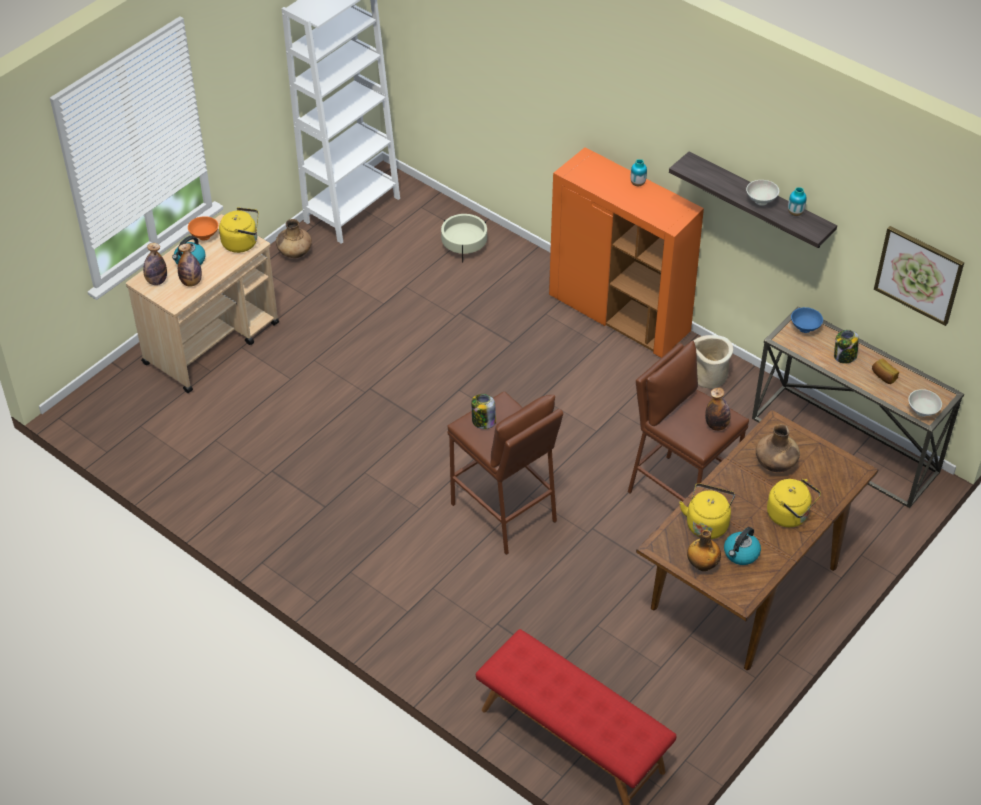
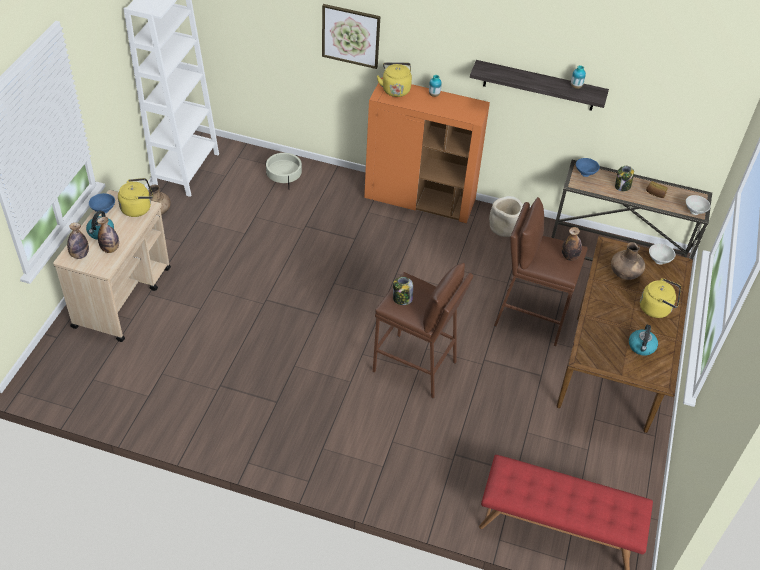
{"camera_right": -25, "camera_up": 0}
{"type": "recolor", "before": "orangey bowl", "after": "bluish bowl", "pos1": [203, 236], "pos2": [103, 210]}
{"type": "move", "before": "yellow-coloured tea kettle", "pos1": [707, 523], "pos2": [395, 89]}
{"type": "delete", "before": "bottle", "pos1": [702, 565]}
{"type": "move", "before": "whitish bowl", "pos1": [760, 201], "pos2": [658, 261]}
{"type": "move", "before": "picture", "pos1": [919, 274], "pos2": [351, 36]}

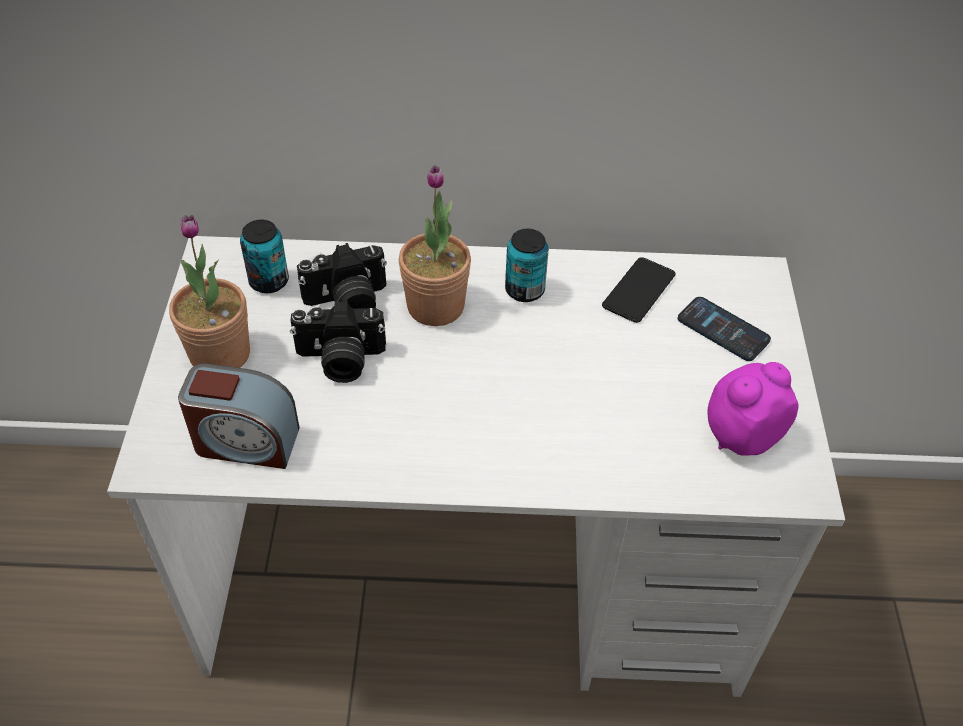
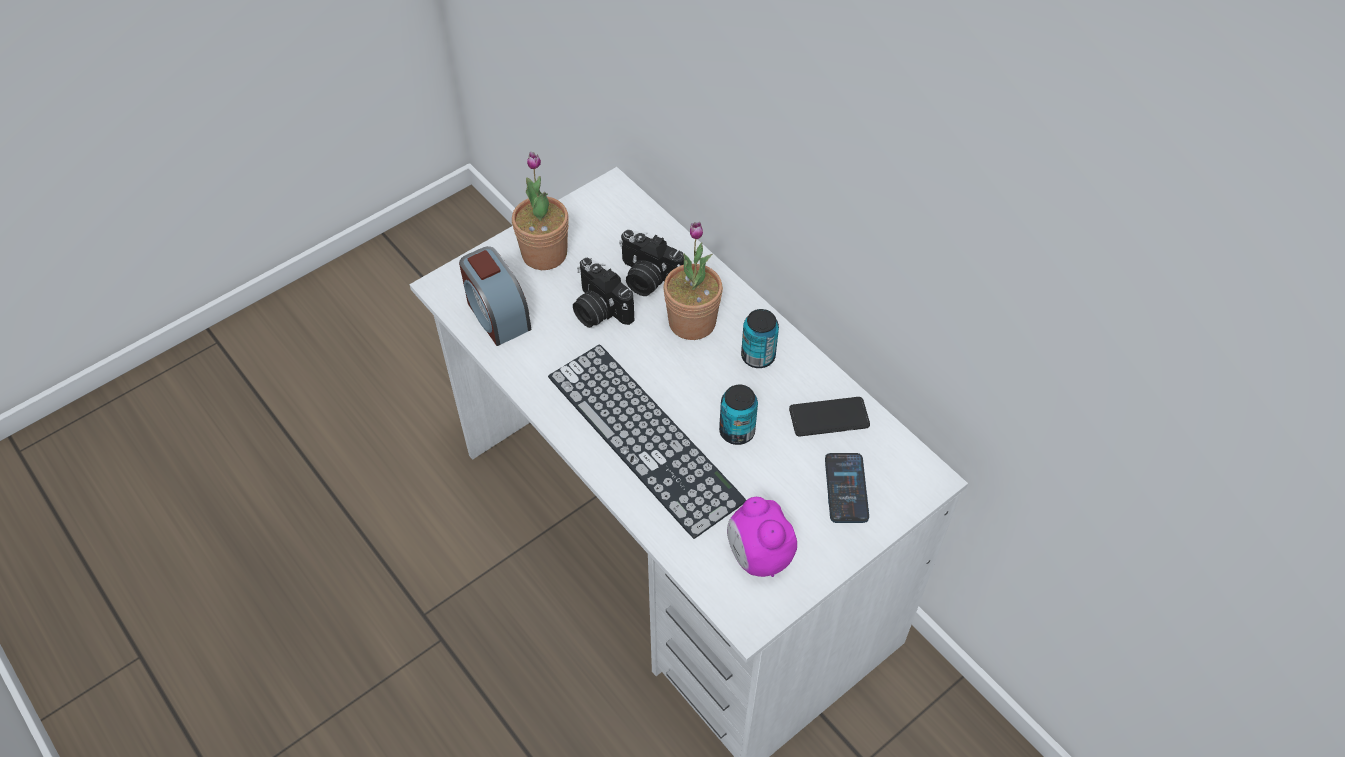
{"camera_right": 50, "camera_up": 5}
{"type": "move", "before": "metal can", "pos1": [269, 281], "pos2": [737, 431]}
{"type": "rotate", "before": "alarm clock", "pos1": [741, 436], "pos2": [758, 556], "turn": -135}
{"type": "insert", "after": "keyboard", "pos2": [644, 437]}

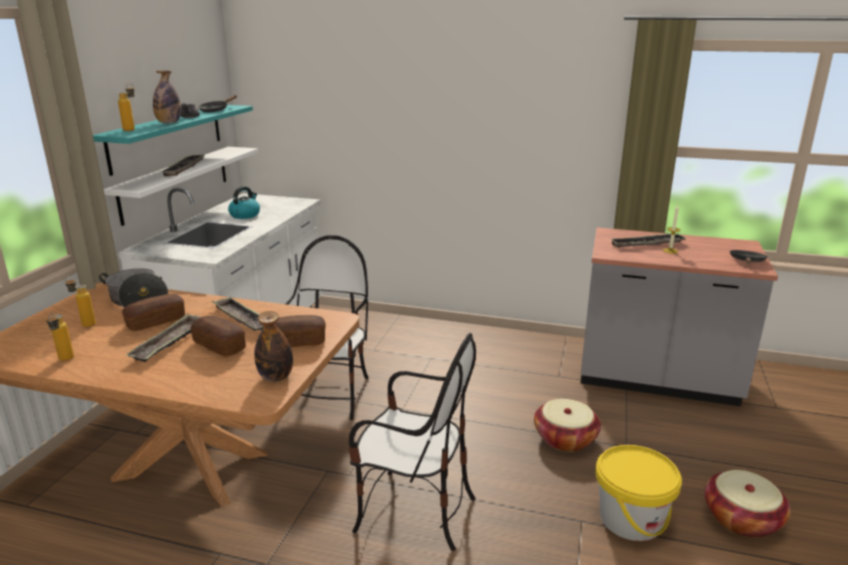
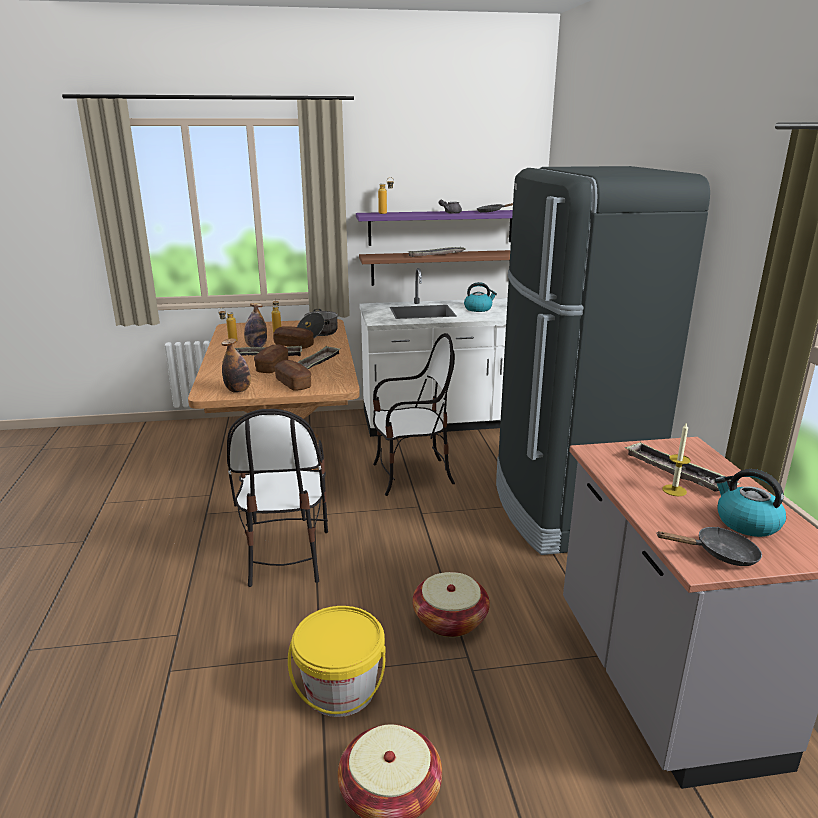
{"camera_right": 65, "camera_up": 0}
{"type": "recolor", "before": "blue-green shelf", "after": "purplish shelf", "pos1": [167, 137], "pos2": [441, 227]}
{"type": "recolor", "before": "whitish shelf", "after": "brown-coloured shelf", "pos1": [176, 183], "pos2": [442, 267]}
{"type": "move", "before": "bottle", "pos1": [169, 123], "pos2": [256, 347]}
{"type": "insert", "after": "black refrigerator", "pos2": [565, 510]}
{"type": "insert", "after": "tea kettle", "pos2": [746, 523]}

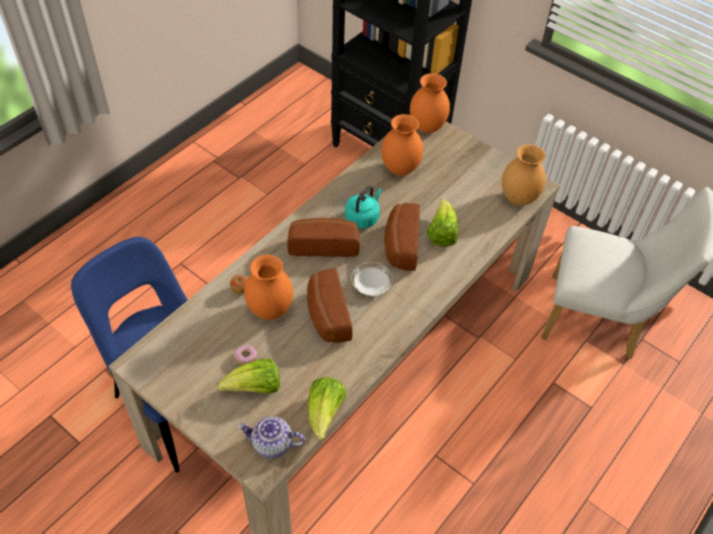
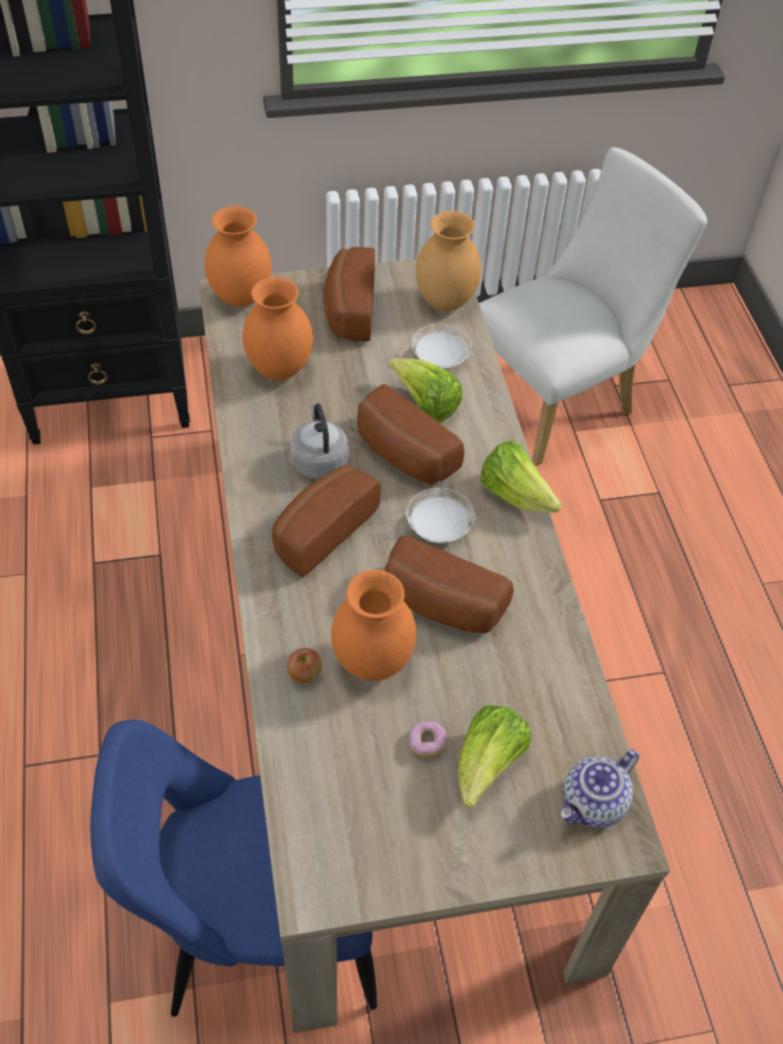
{"camera_right": -50, "camera_up": 0}
{"type": "move", "before": "lettuce head", "pos1": [324, 413], "pos2": [515, 495]}
{"type": "recolor", "before": "blue-green tea kettle", "after": "gray tea kettle", "pos1": [363, 217], "pos2": [319, 460]}
{"type": "insert", "after": "bakery bread", "pos2": [348, 309]}
{"type": "insert", "after": "whitish flat dish", "pos2": [440, 359]}

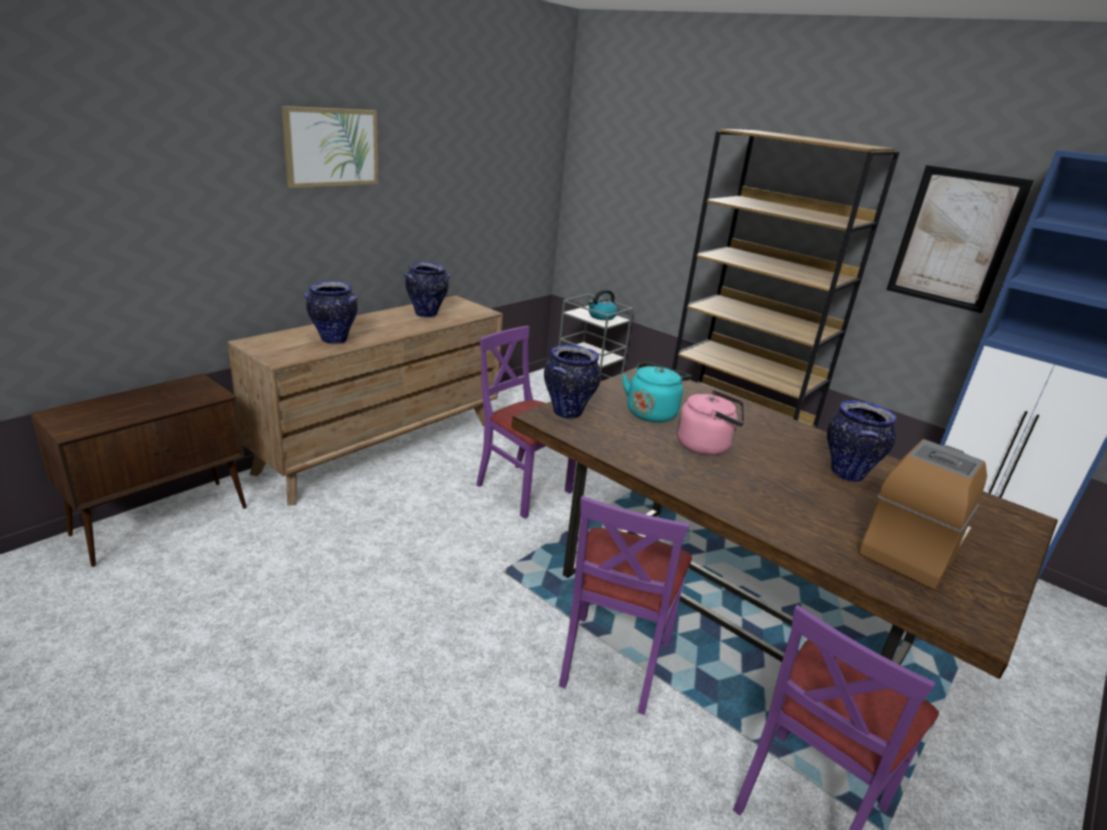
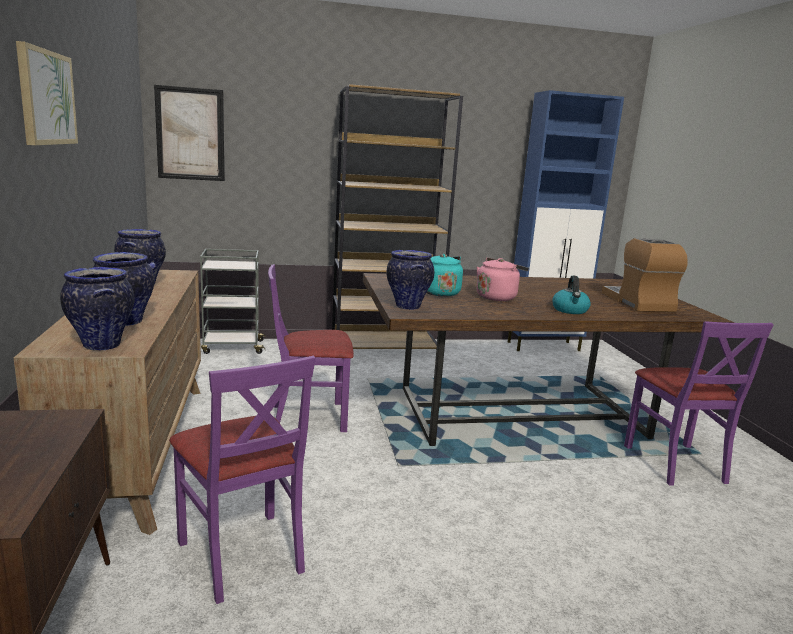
{"camera_right": -50, "camera_up": -10}
{"type": "move", "before": "purplish chair", "pos1": [613, 661], "pos2": [242, 554]}
{"type": "move", "before": "tea kettle", "pos1": [601, 316], "pos2": [570, 310]}
{"type": "move", "before": "flower vase", "pos1": [846, 473], "pos2": [101, 345]}
{"type": "move", "before": "picture", "pos1": [954, 239], "pos2": [190, 134]}

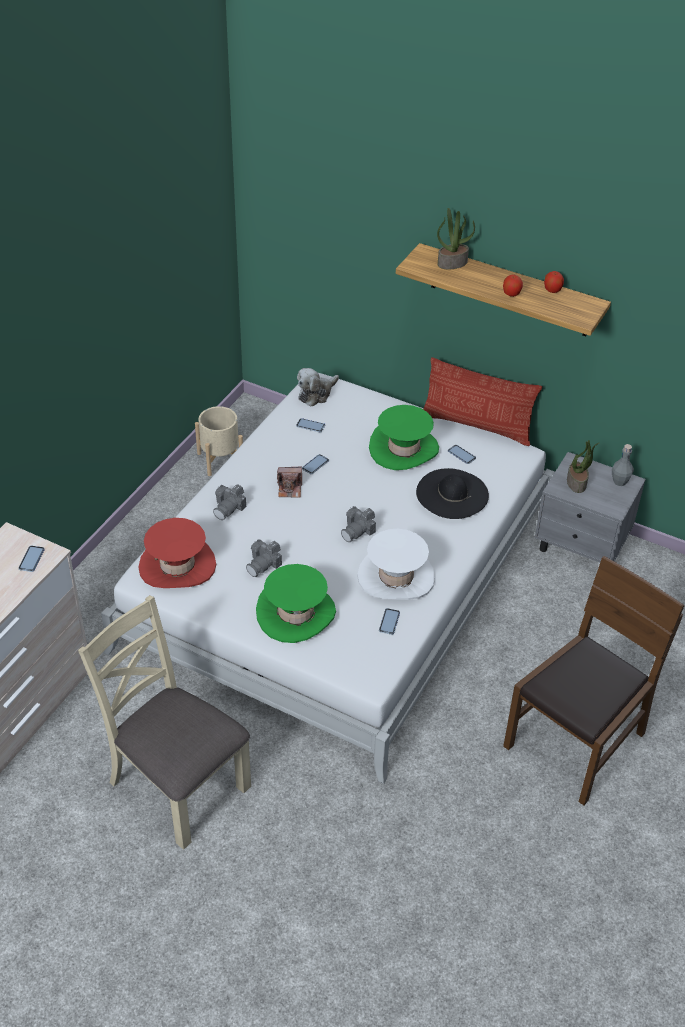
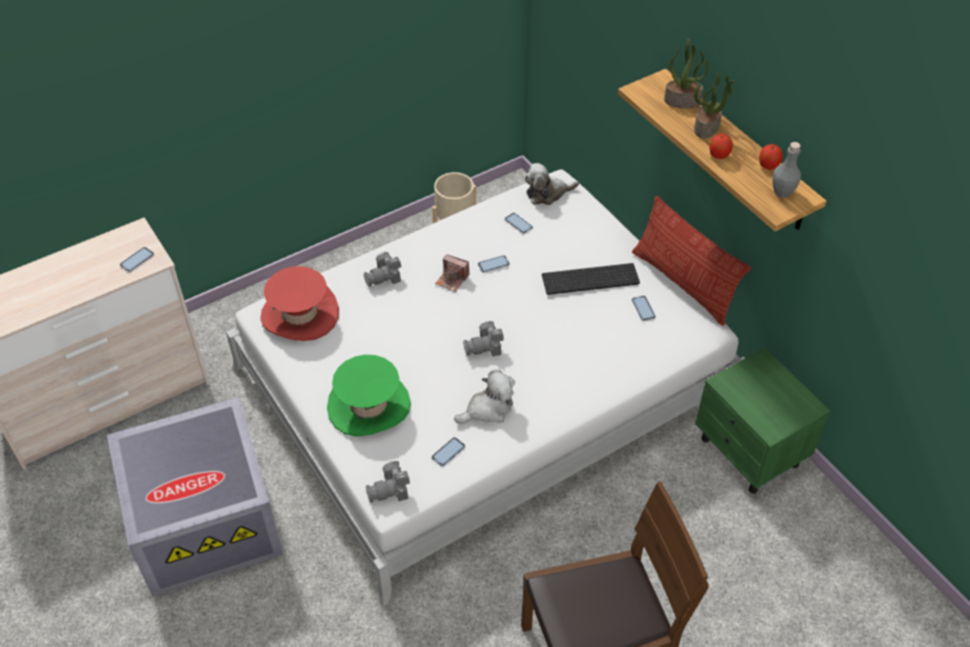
{"camera_right": 30, "camera_up": 5}
{"type": "replace", "before": "beige chair", "after": "gray storage box", "pos1": [177, 784], "pos2": [207, 518]}
{"type": "move", "before": "still camera", "pos1": [264, 564], "pos2": [390, 490]}
{"type": "replace", "before": "whitish wearable hat", "after": "cuddly toy", "pos1": [396, 577], "pos2": [488, 409]}
{"type": "replace", "before": "greenish wearable hat", "after": "keyboard", "pos1": [403, 449], "pos2": [589, 280]}
{"type": "delete", "before": "black wearable hat", "pos1": [452, 494]}
{"type": "recolor", "before": "gray bedside table", "after": "greenish bedside table", "pos1": [582, 546], "pos2": [750, 453]}
{"type": "move", "before": "plant in a pot", "pos1": [577, 483], "pos2": [707, 127]}
{"type": "move", "before": "gray bottle", "pos1": [619, 481], "pos2": [782, 191]}

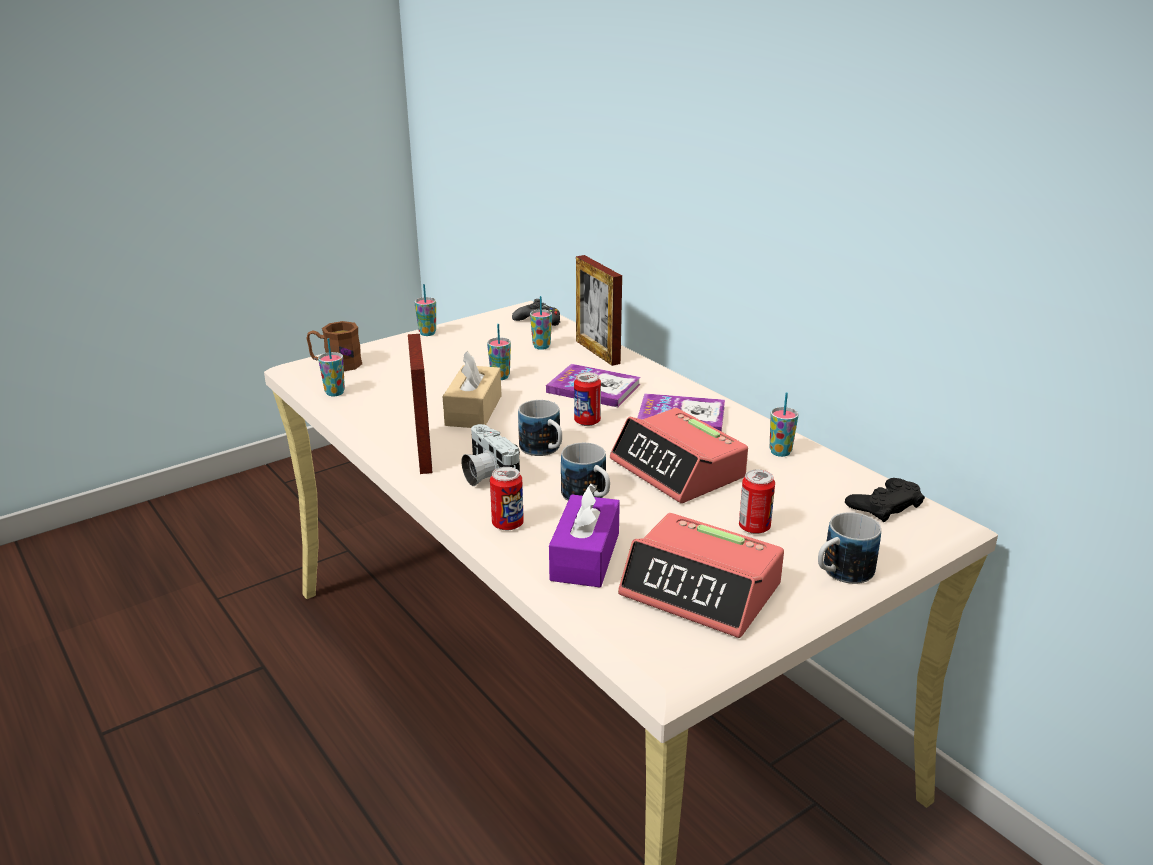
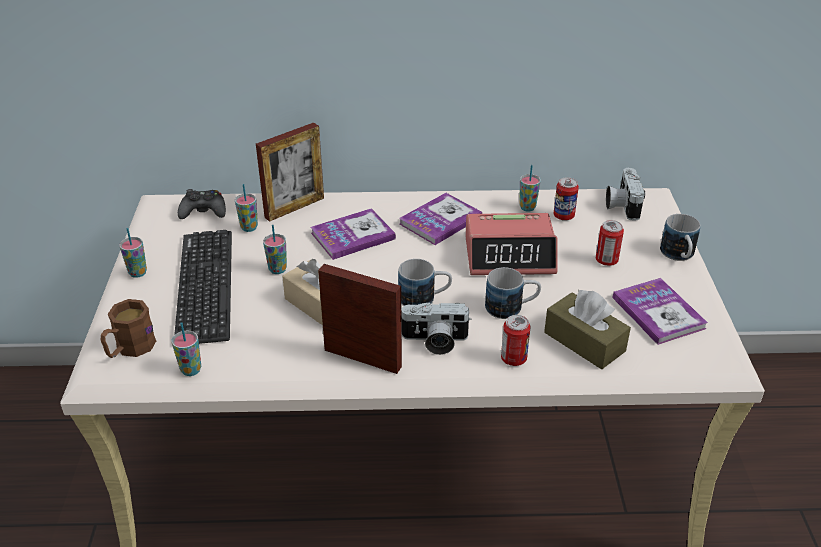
{"camera_right": -55, "camera_up": 10}
{"type": "recolor", "before": "purplish tissue box", "after": "brown-coloured tissue box", "pos1": [585, 556], "pos2": [584, 342]}
{"type": "move", "before": "metal can", "pos1": [587, 422], "pos2": [563, 216]}
{"type": "rotate", "before": "standing frame", "pos1": [597, 352], "pos2": [294, 207], "turn": -45}
{"type": "replace", "before": "alarm clock", "after": "book", "pos1": [701, 590], "pos2": [658, 313]}
{"type": "replace", "before": "black joypad", "after": "still camera", "pos1": [884, 505], "pos2": [621, 205]}
{"type": "insert", "after": "keyboard", "pos2": [205, 286]}

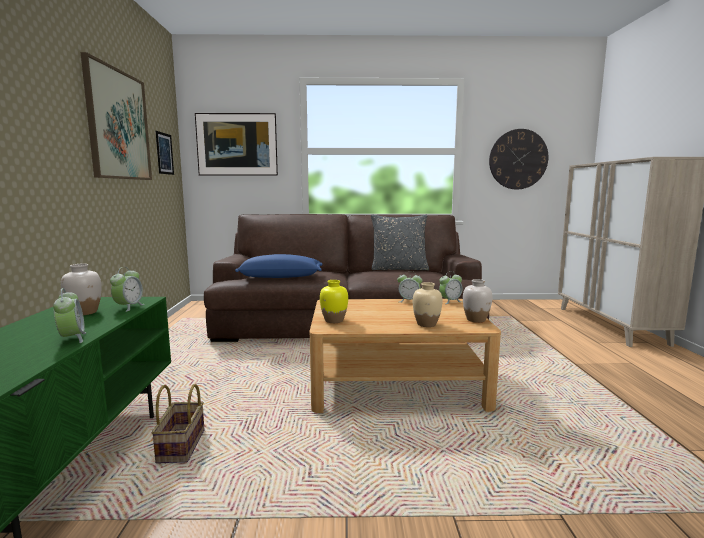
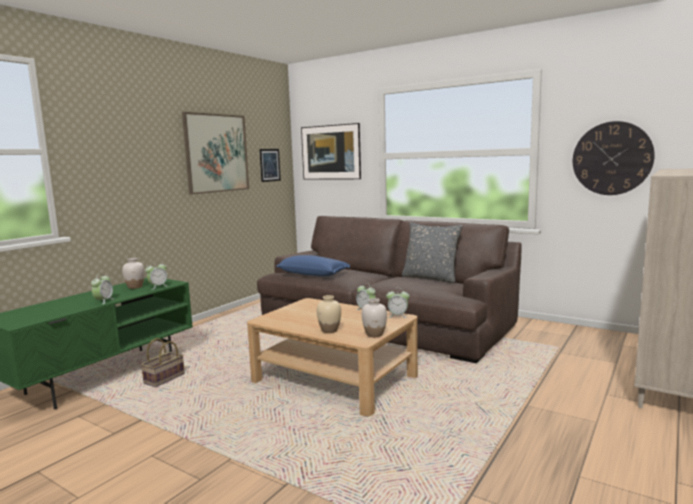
{"camera_right": 35, "camera_up": 0}
{"type": "delete", "before": "yellow-coloured flower vase", "pos1": [334, 320]}

